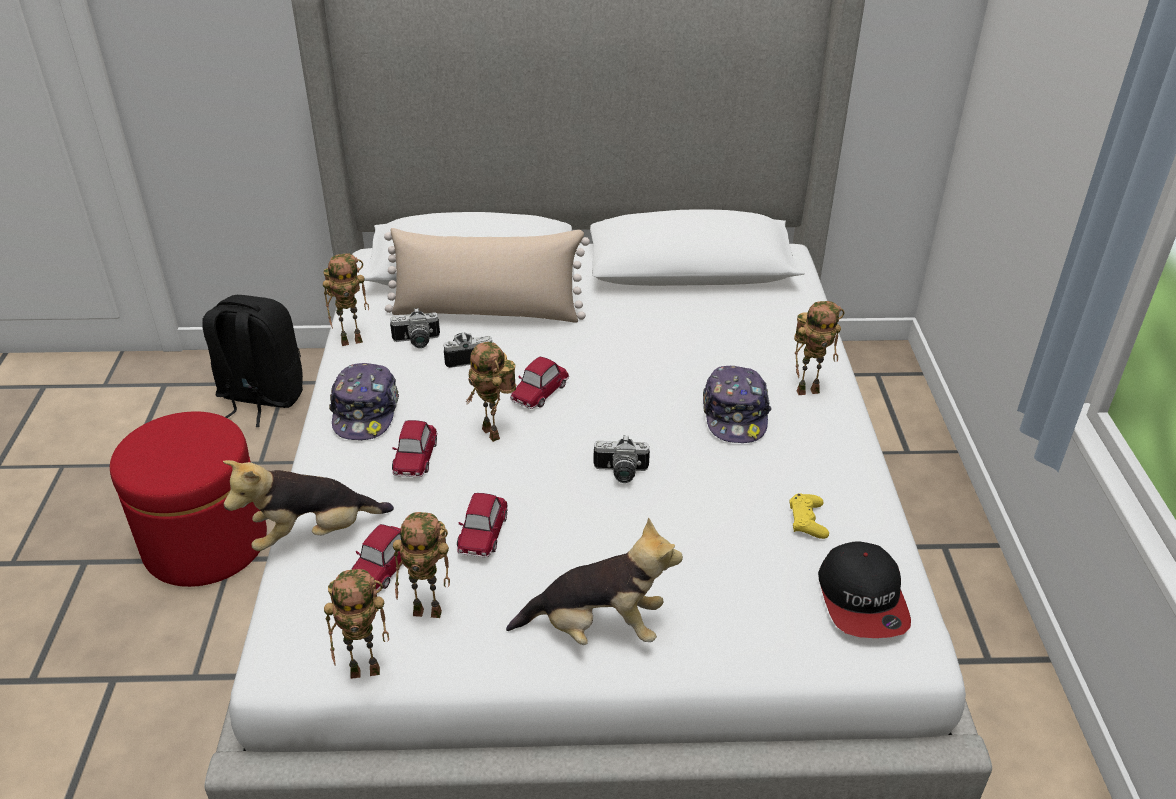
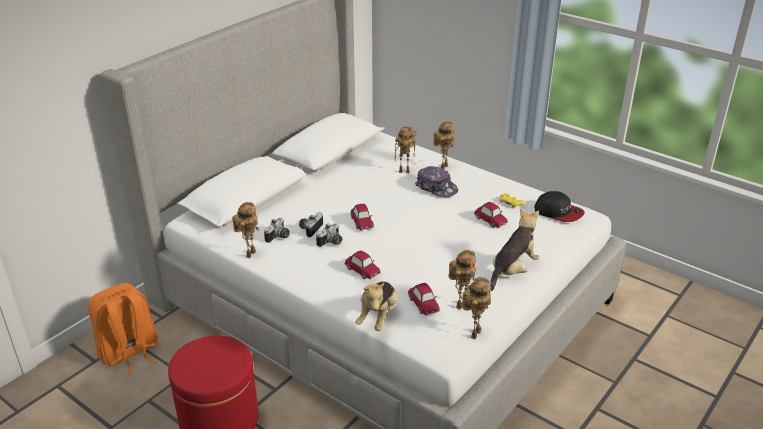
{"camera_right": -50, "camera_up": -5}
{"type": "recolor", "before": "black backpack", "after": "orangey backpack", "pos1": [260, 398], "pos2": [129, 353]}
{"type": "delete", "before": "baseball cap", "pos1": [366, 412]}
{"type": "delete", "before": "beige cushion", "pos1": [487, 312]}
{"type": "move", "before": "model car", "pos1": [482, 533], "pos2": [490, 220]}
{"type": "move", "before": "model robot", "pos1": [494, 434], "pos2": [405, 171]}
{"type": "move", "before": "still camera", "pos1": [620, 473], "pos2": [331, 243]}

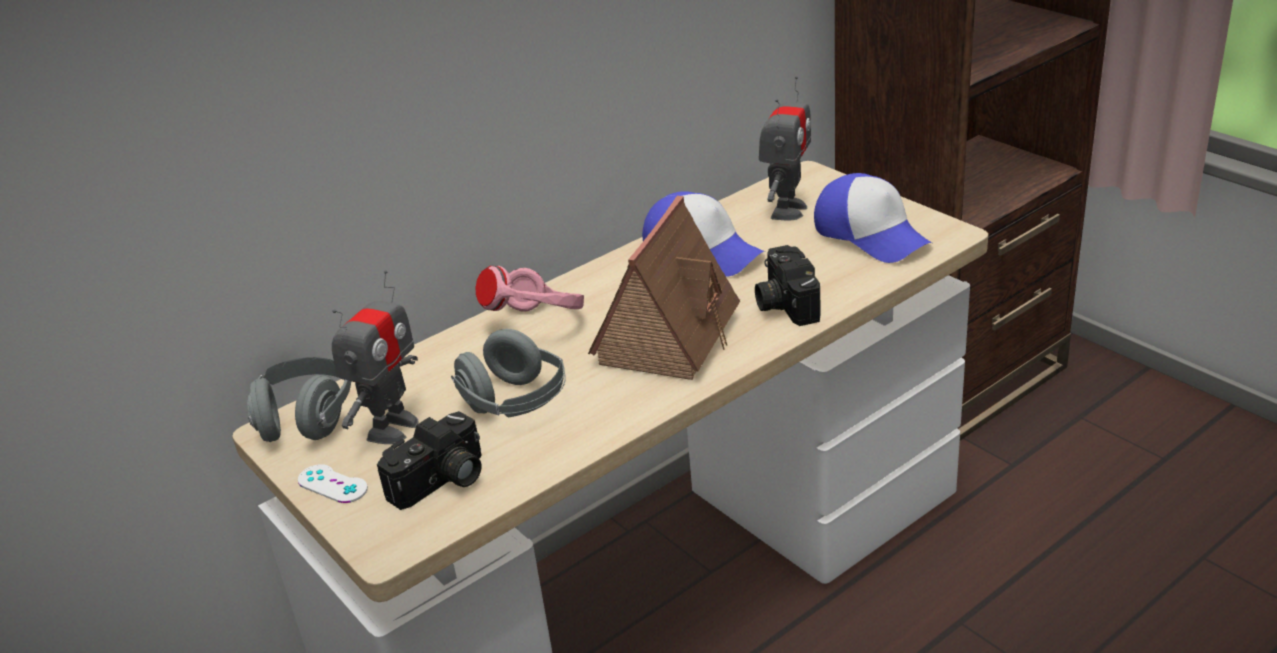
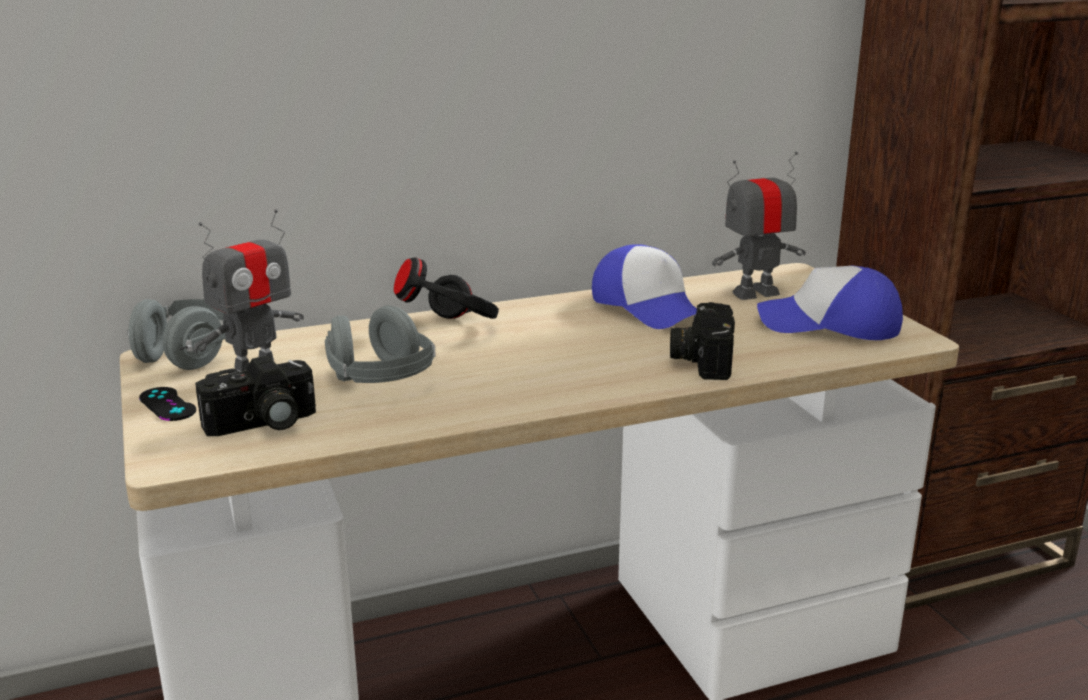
{"camera_right": 15, "camera_up": -10}
{"type": "recolor", "before": "whitish joypad", "after": "black joypad", "pos1": [332, 484], "pos2": [167, 404]}
{"type": "recolor", "before": "pink pair of headphones", "after": "black pair of headphones", "pos1": [538, 324], "pos2": [451, 330]}
{"type": "delete", "before": "miniature house", "pos1": [670, 334]}
{"type": "rotate", "before": "model robot", "pos1": [787, 210], "pos2": [755, 293], "turn": -150}
{"type": "rotate", "before": "baseball cap", "pos1": [871, 234], "pos2": [830, 325], "turn": 120}

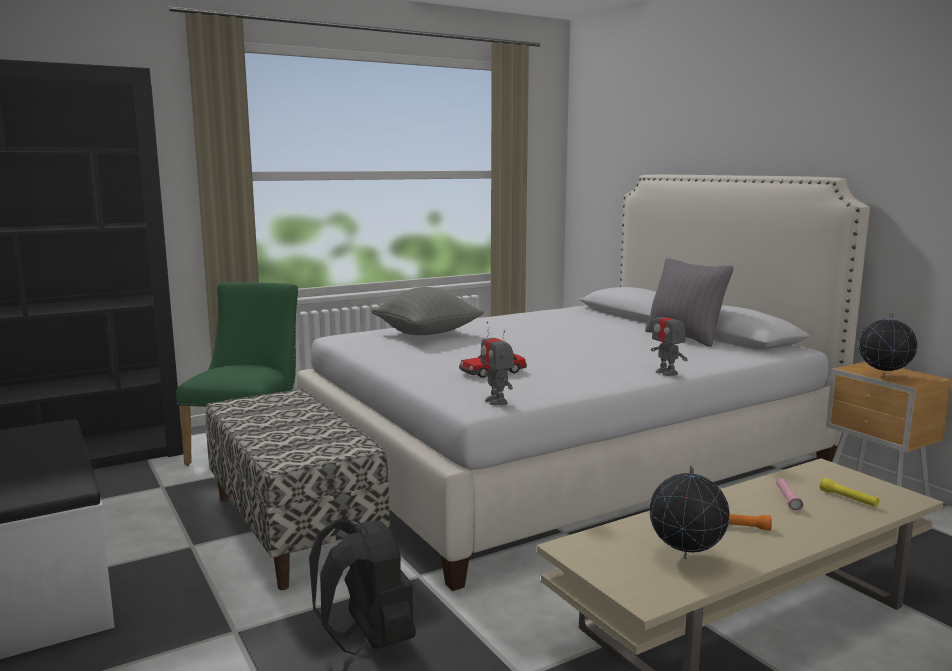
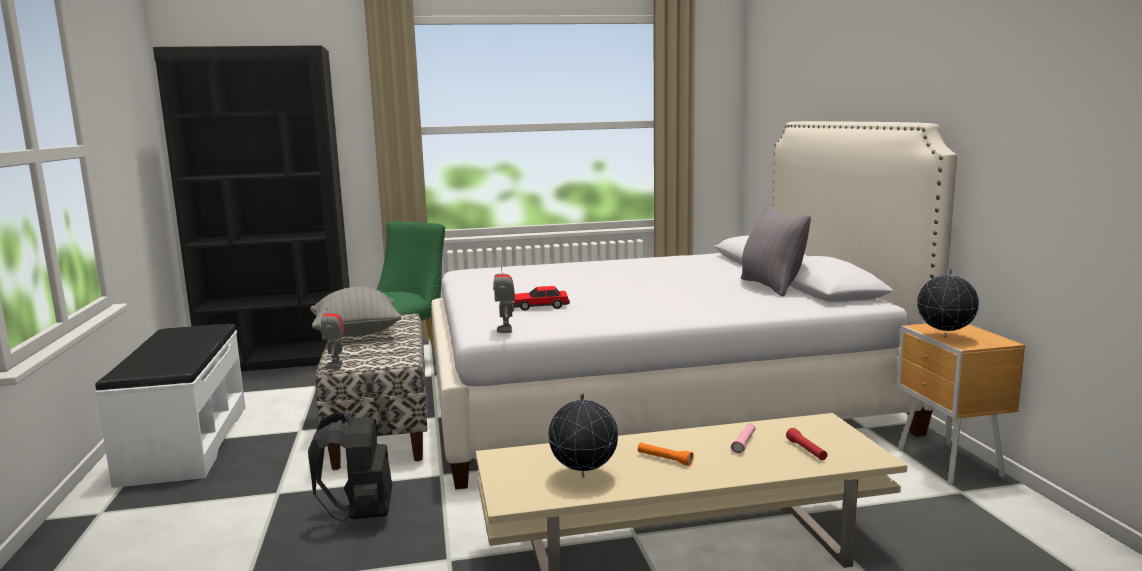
{"camera_right": 20, "camera_up": 0}
{"type": "move", "before": "gray cushion", "pos1": [427, 334], "pos2": [356, 335]}
{"type": "move", "before": "model robot", "pos1": [666, 373], "pos2": [335, 366]}
{"type": "recolor", "before": "yellow-coloured hand torch", "after": "red hand torch", "pos1": [848, 499], "pos2": [806, 450]}

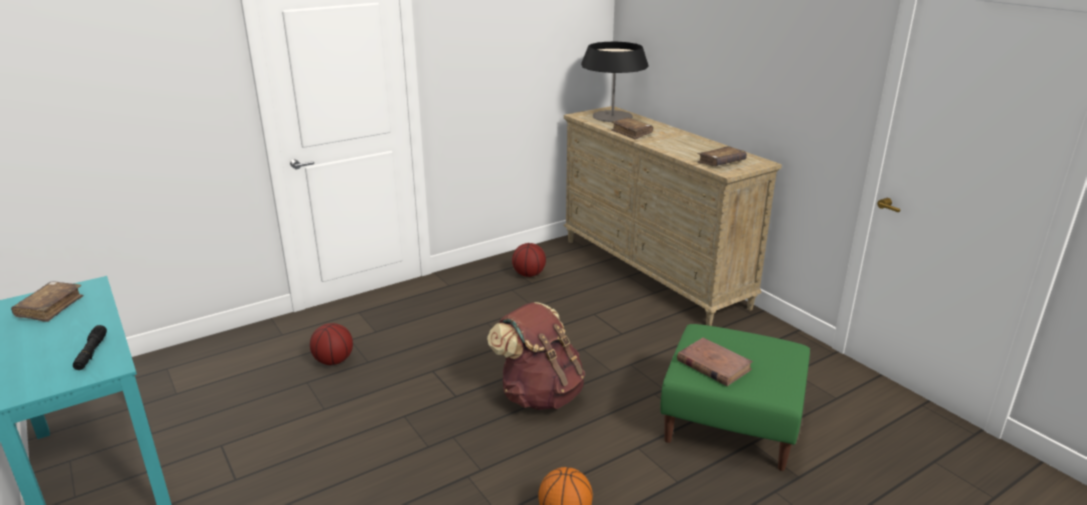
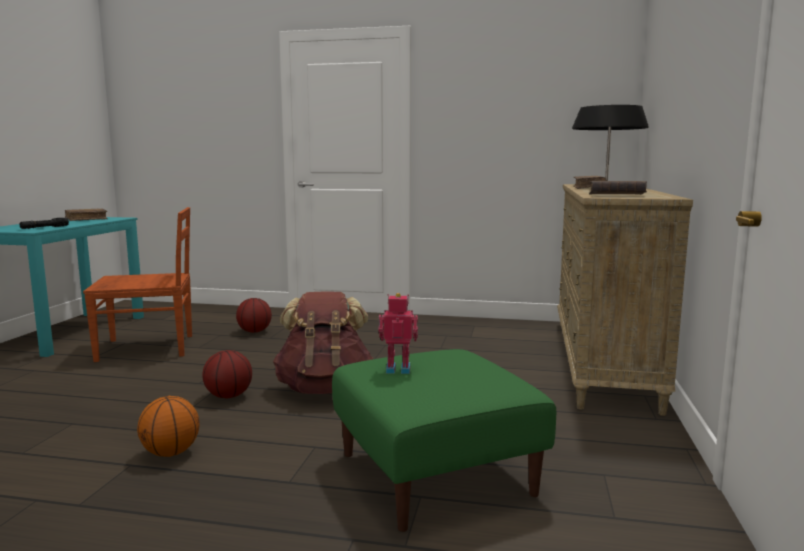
{"camera_right": 45, "camera_up": -15}
{"type": "move", "before": "basketball ball", "pos1": [529, 274], "pos2": [229, 396]}
{"type": "replace", "before": "brown-coloured book", "after": "model robot", "pos1": [713, 365], "pos2": [398, 369]}
{"type": "insert", "after": "brown-coloured chair", "pos2": [149, 348]}

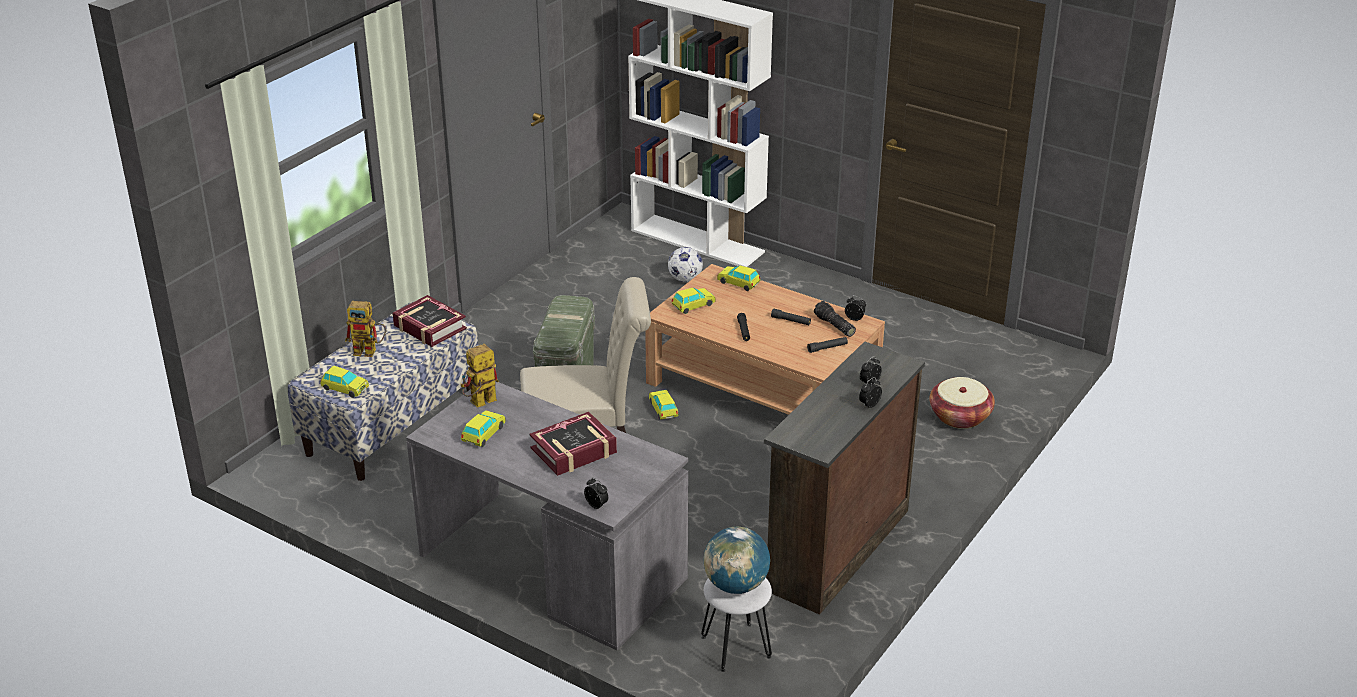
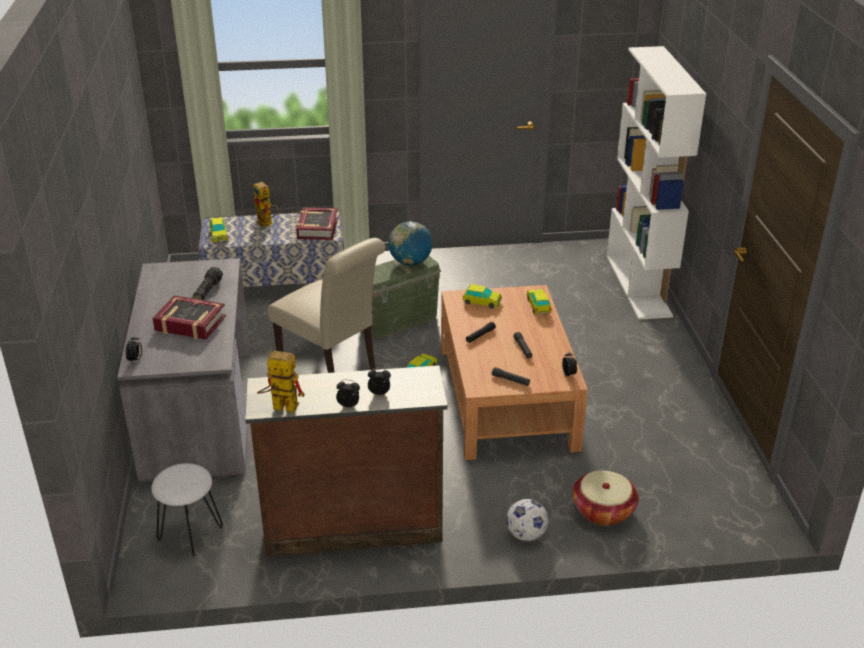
{"camera_right": 50, "camera_up": 0}
{"type": "move", "before": "model robot", "pos1": [479, 404], "pos2": [279, 407]}
{"type": "delete", "before": "model car", "pos1": [483, 434]}
{"type": "move", "before": "football ball", "pos1": [685, 279], "pos2": [526, 535]}
{"type": "move", "before": "globe", "pos1": [736, 585], "pos2": [410, 263]}
{"type": "move", "before": "hand torch", "pos1": [833, 326], "pos2": [207, 290]}

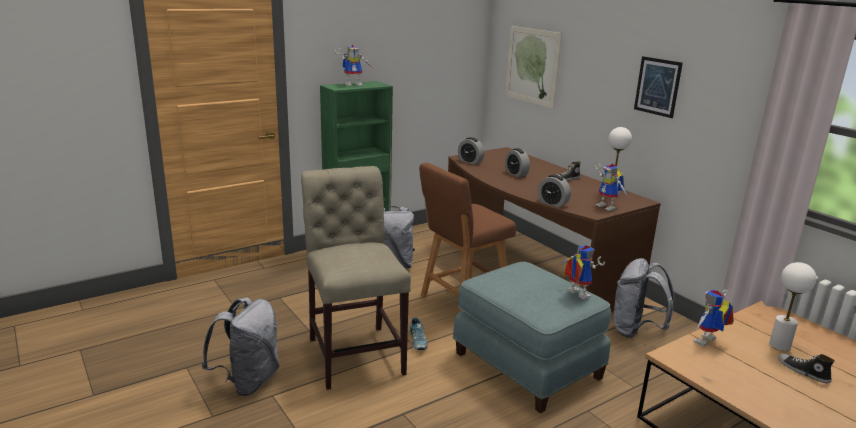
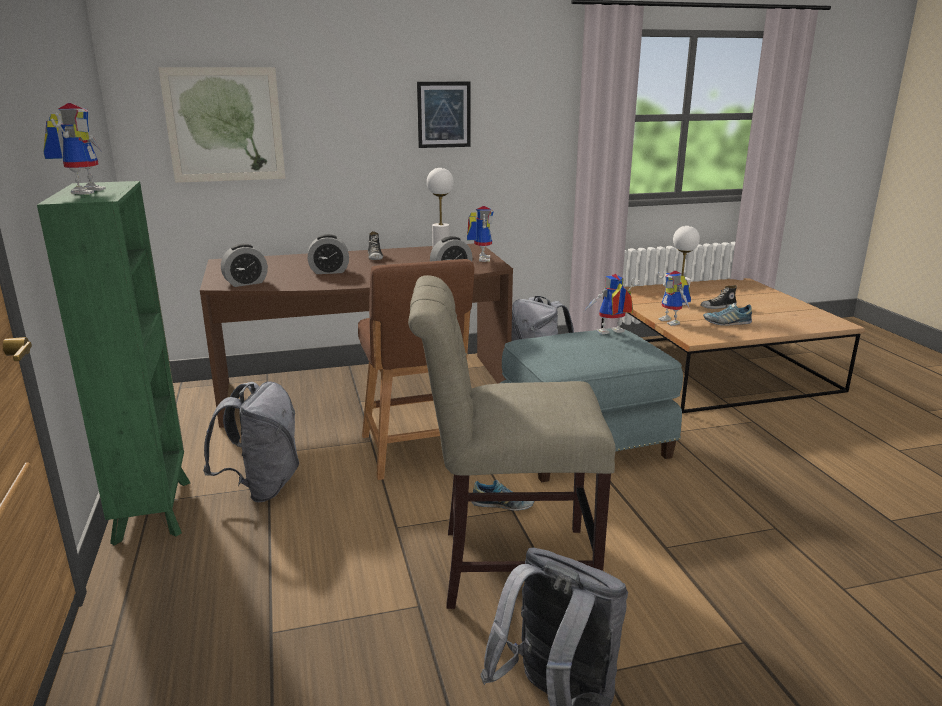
{"camera_right": -70, "camera_up": 0}
{"type": "rotate", "before": "model robot", "pos1": [609, 207], "pos2": [480, 258], "turn": -75}
{"type": "insert", "after": "low shoe", "pos2": [726, 323]}

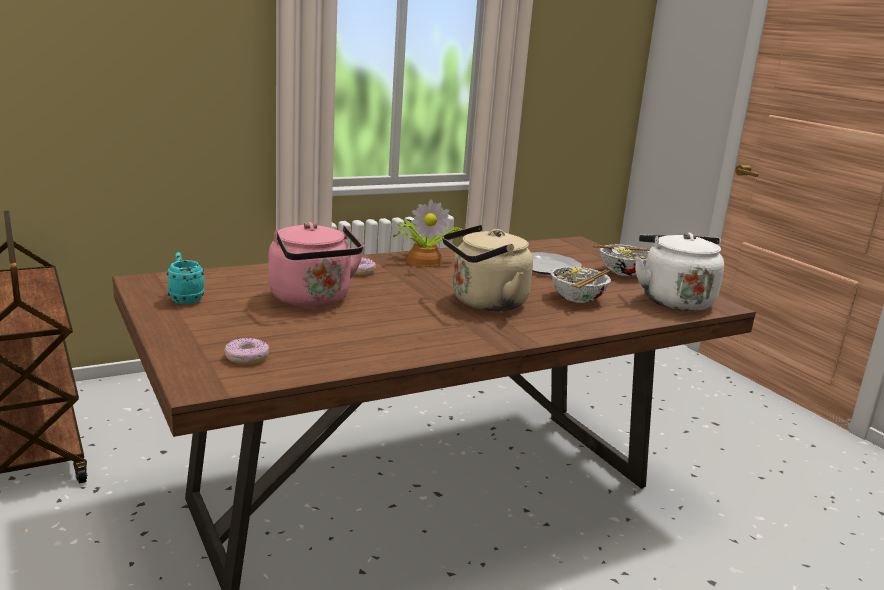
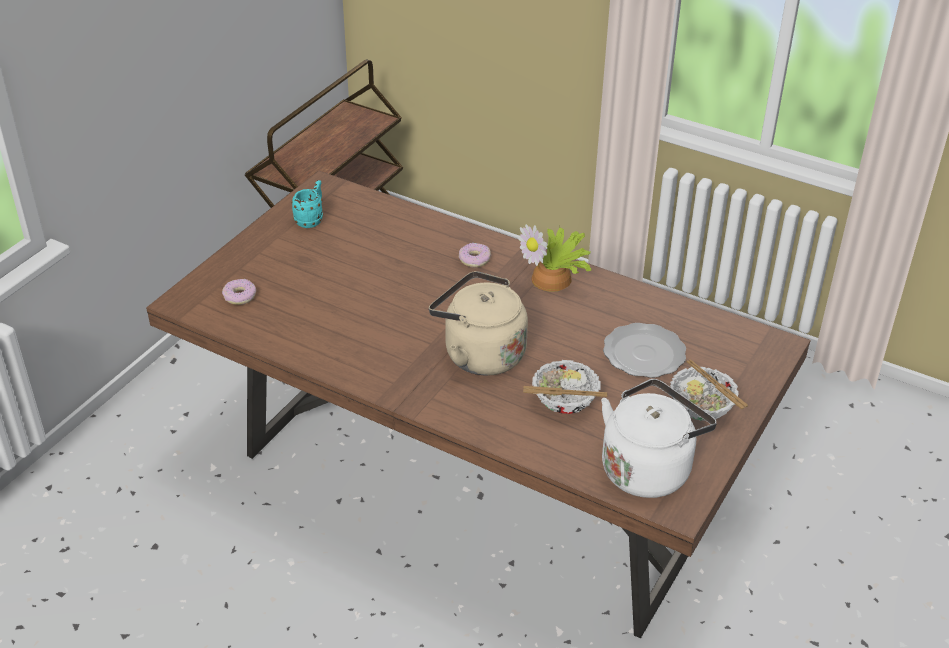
{"camera_right": 60, "camera_up": 20}
{"type": "delete", "before": "pink tea kettle", "pos1": [313, 300]}

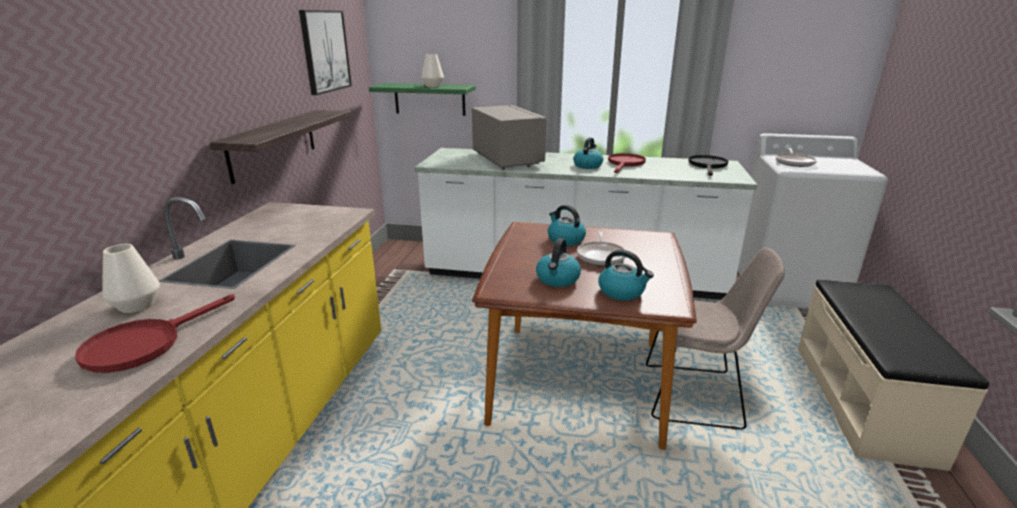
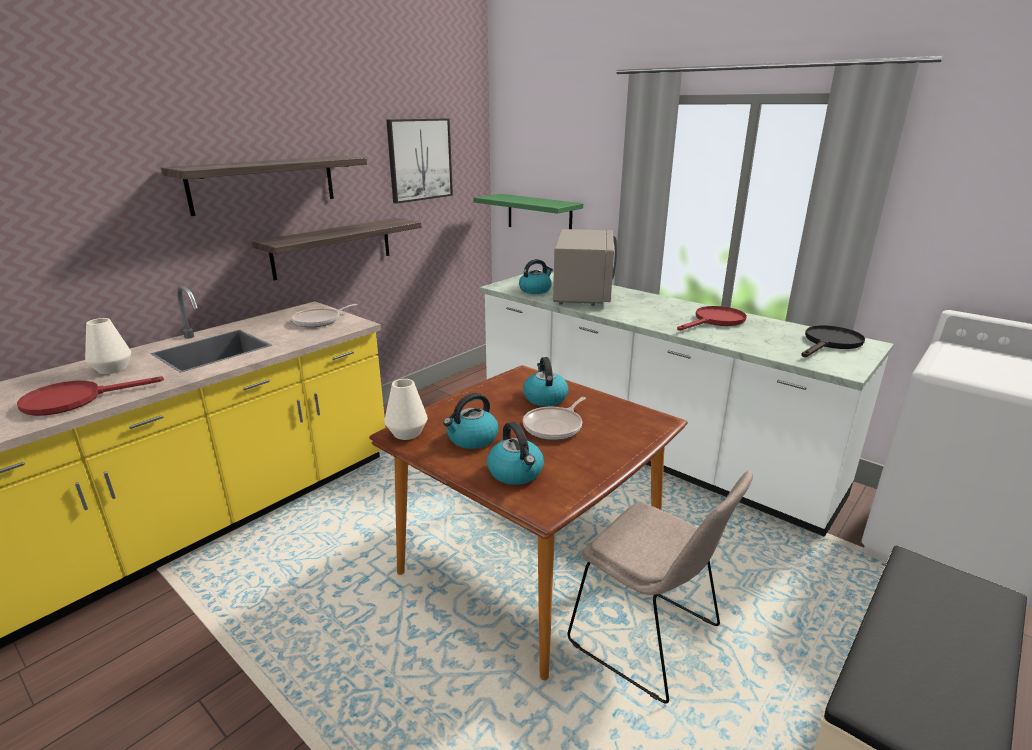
{"camera_right": 30, "camera_up": 0}
{"type": "move", "before": "whitish flower vase", "pos1": [432, 86], "pos2": [407, 433]}
{"type": "move", "before": "tea kettle", "pos1": [587, 165], "pos2": [535, 290]}
{"type": "move", "before": "pan", "pos1": [794, 162], "pos2": [319, 321]}
{"type": "insert", "after": "shelf", "pos2": [264, 184]}

